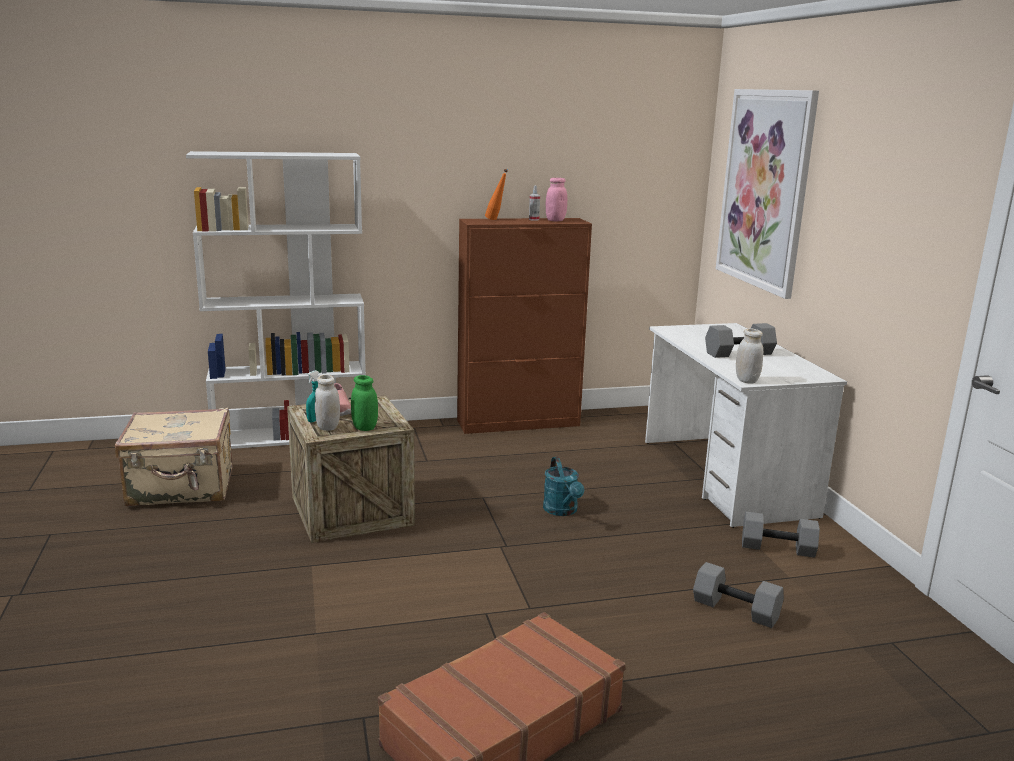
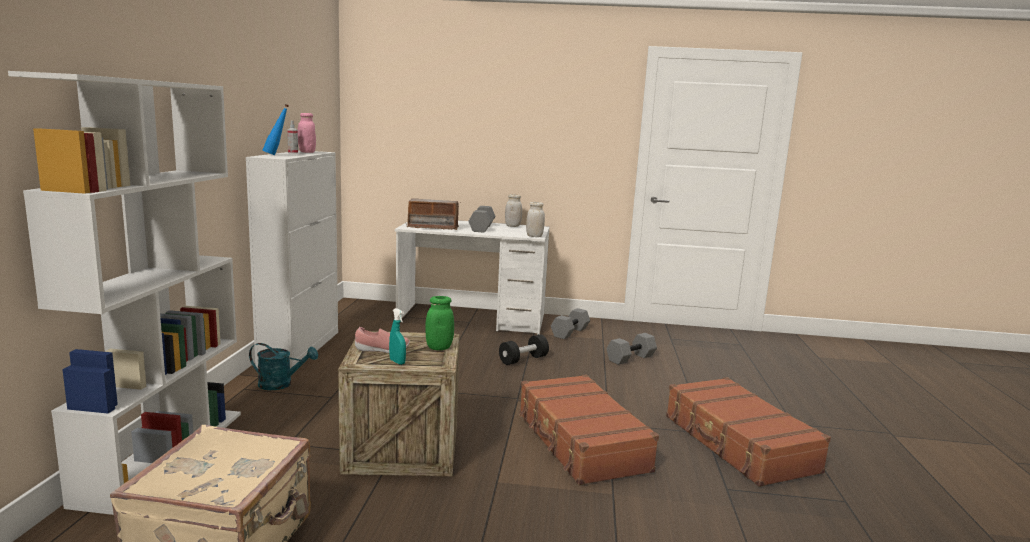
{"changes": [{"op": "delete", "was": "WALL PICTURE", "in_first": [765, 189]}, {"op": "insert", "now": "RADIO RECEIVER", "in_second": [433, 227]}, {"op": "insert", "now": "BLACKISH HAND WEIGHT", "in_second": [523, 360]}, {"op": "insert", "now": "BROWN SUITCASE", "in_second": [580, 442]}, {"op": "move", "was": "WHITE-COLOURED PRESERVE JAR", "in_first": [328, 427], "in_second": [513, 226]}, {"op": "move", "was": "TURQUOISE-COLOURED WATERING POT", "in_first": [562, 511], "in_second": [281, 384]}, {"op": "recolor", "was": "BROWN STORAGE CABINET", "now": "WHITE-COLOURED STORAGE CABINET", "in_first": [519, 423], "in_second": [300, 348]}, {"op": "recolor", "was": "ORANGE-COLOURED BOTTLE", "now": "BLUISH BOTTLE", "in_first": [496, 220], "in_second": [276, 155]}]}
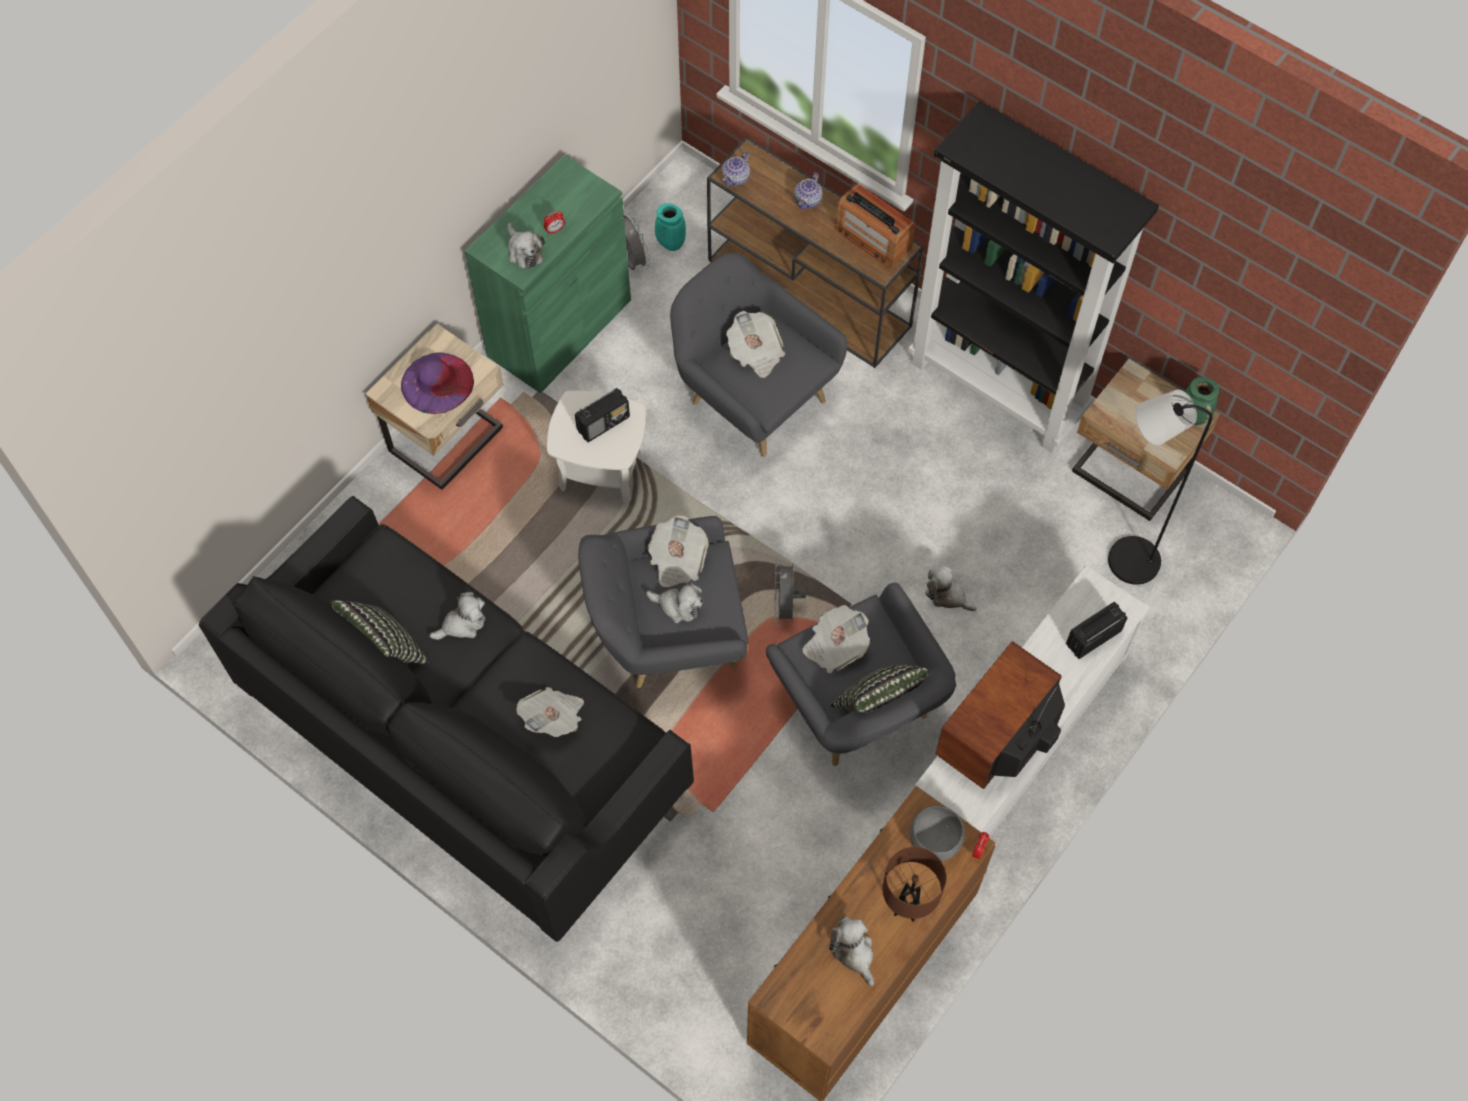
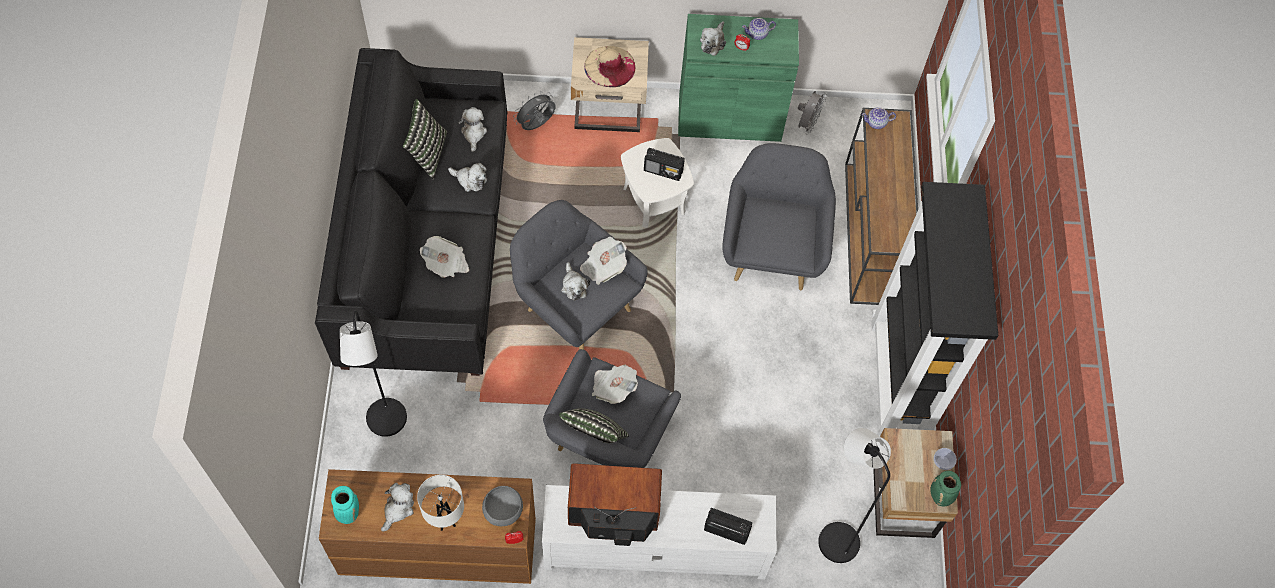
{"changes": [{"op": "delete", "was": "NEWSPAPER", "in_first": [755, 353]}, {"op": "delete", "was": "RADIO RECEIVER", "in_first": [872, 237]}, {"op": "insert", "now": "BLACKISH FLOOR LAMP", "in_second": [386, 425]}, {"op": "insert", "now": "SERVING BOWL", "in_second": [942, 462]}, {"op": "move", "was": "TURQUOISE-COLOURED FLOWER VASE", "in_first": [670, 243], "in_second": [348, 512]}, {"op": "move", "was": "GREY FAN", "in_first": [785, 607], "in_second": [536, 125]}, {"op": "move", "was": "POT FOR TEA", "in_first": [808, 200], "in_second": [757, 34]}, {"op": "move", "was": "PLUSH TOY", "in_first": [947, 595], "in_second": [473, 133]}, {"op": "recolor", "was": "PURPLISH CLOTHING HAT", "now": "SAND-COLOURED CLOTHING HAT", "in_first": [437, 383], "in_second": [609, 66]}, {"op": "recolor", "was": "BROWN TABLETOP LAMP", "now": "WHITE-COLOURED TABLETOP LAMP", "in_first": [906, 909], "in_second": [446, 522]}]}
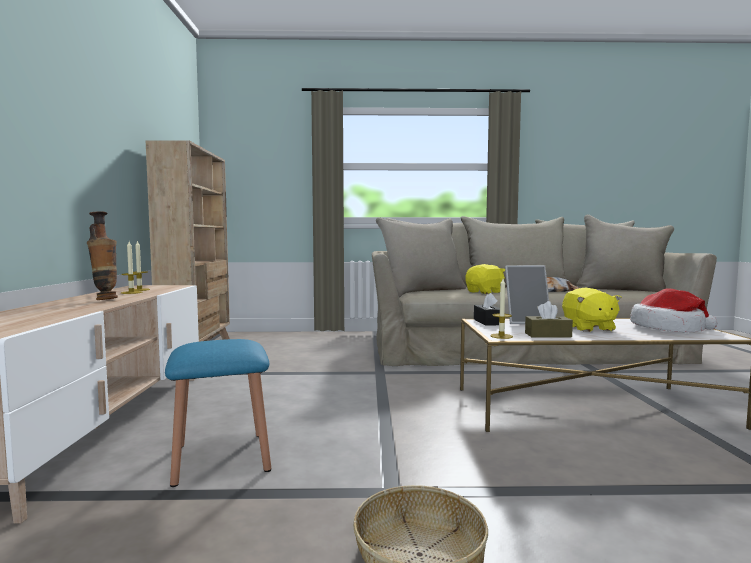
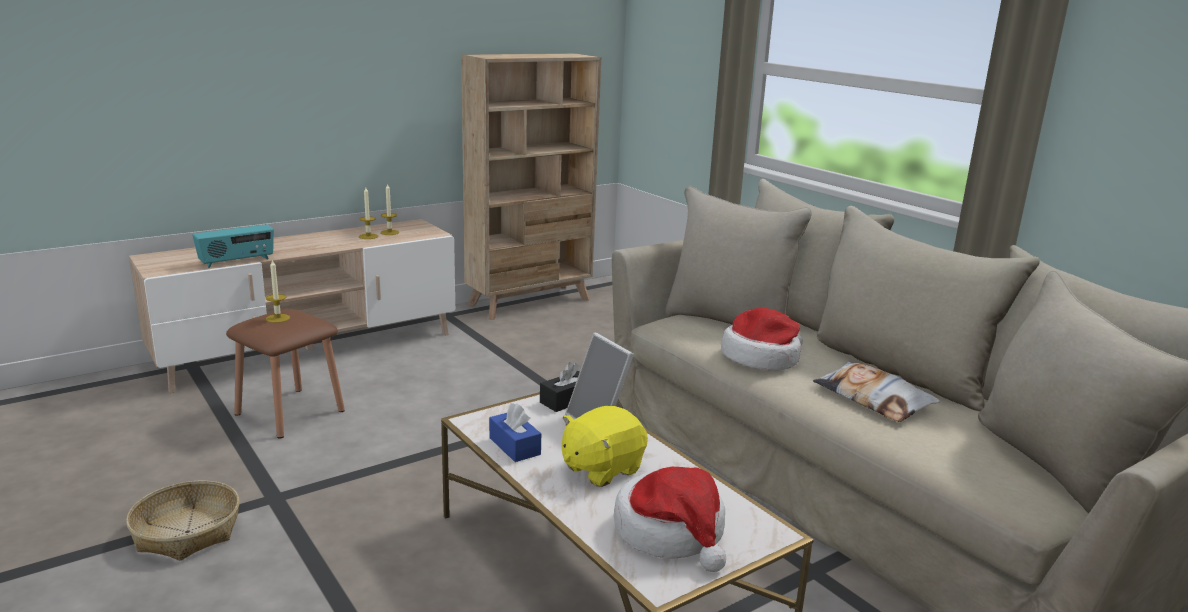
{"changes": [{"op": "delete", "was": "FLOWER VASE", "in_first": [105, 299]}, {"op": "insert", "now": "RADIO RECEIVER", "in_second": [237, 261]}, {"op": "move", "was": "WAX LIGHT", "in_first": [501, 336], "in_second": [278, 318]}, {"op": "replace", "was": "YELLOWISH PLUSH TOY", "now": "CLOTHING HAT", "in_first": [485, 292], "in_second": [761, 357]}, {"op": "recolor", "was": "BLUISH STOOL SEAT", "now": "BROWN STOOL SEAT", "in_first": [221, 457], "in_second": [290, 412]}, {"op": "recolor", "was": "BROWN TISSUE HOLDER", "now": "BLUISH TISSUE HOLDER", "in_first": [548, 335], "in_second": [514, 446]}]}
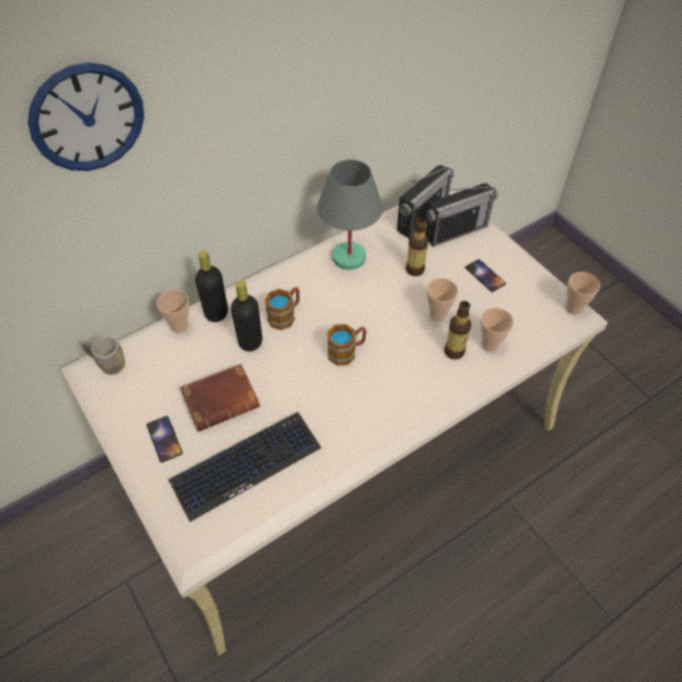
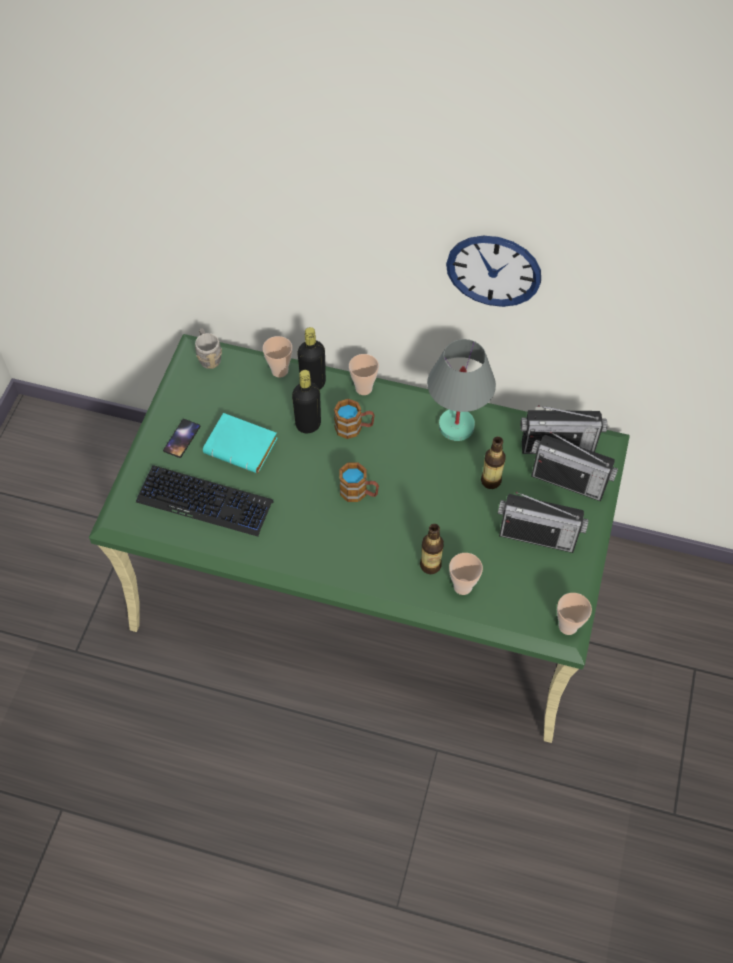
{"changes": [{"op": "move", "was": "CLOCK ON THE WALL", "in_first": [87, 118], "in_second": [493, 270]}, {"op": "move", "was": "SMALL CUP", "in_first": [438, 315], "in_second": [363, 388]}, {"op": "replace", "was": "TELEPHONE", "now": "RADIO RECEIVER", "in_first": [485, 275], "in_second": [537, 536]}, {"op": "recolor", "was": "SAND-COLOURED DESK UNIT", "now": "GREEN-COLOURED DESK UNIT", "in_first": [342, 447], "in_second": [368, 584]}, {"op": "recolor", "was": "BROWN BOOK", "now": "TURQUOISE-COLOURED BOOK", "in_first": [222, 399], "in_second": [243, 446]}]}
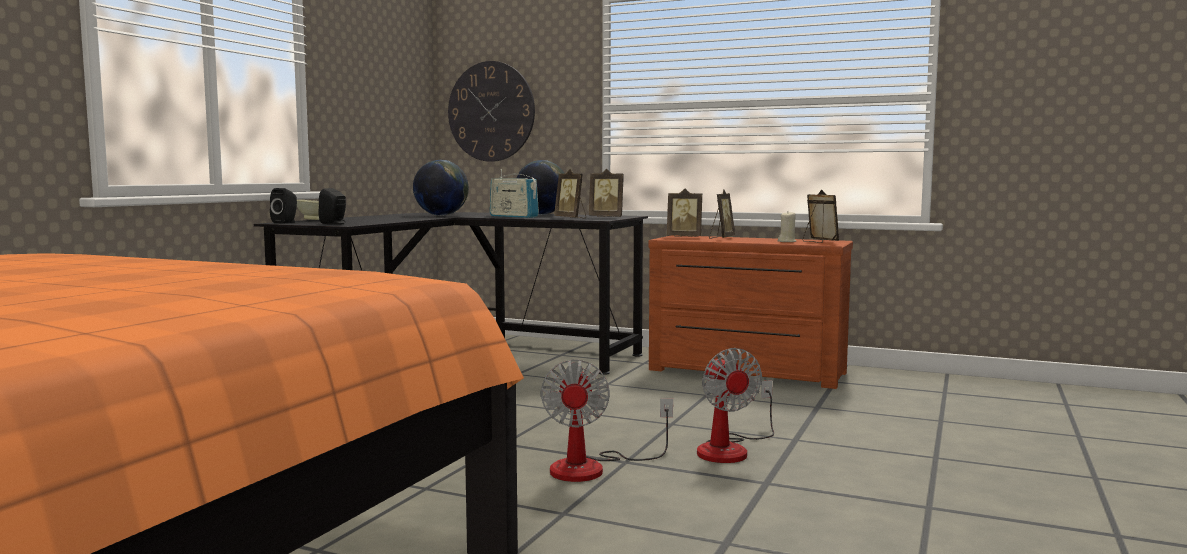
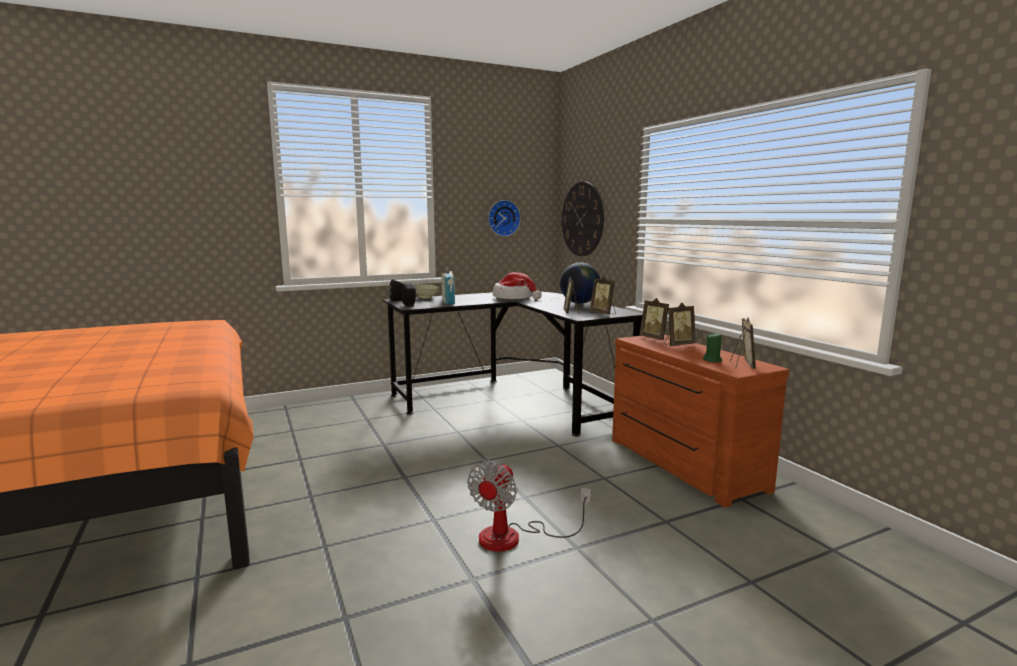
{"changes": [{"op": "delete", "was": "FAN", "in_first": [593, 467]}, {"op": "insert", "now": "CLOCK ON THE WALL", "in_second": [503, 218]}, {"op": "move", "was": "RADIO RECEIVER", "in_first": [513, 216], "in_second": [448, 301]}, {"op": "replace", "was": "GLOBE", "now": "CLOTHING HAT", "in_first": [441, 215], "in_second": [514, 298]}, {"op": "recolor", "was": "SAND-COLOURED WAX LIGHT", "now": "GREEN-COLOURED WAX LIGHT", "in_first": [787, 241], "in_second": [712, 360]}]}
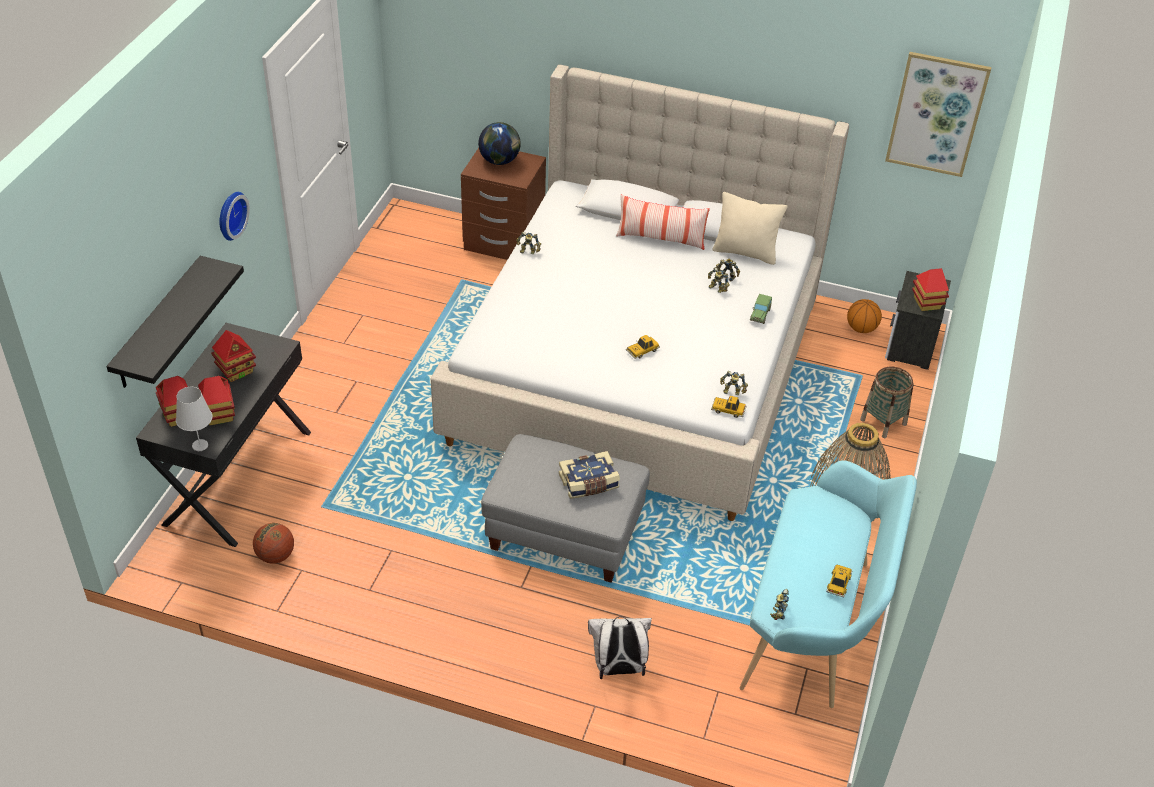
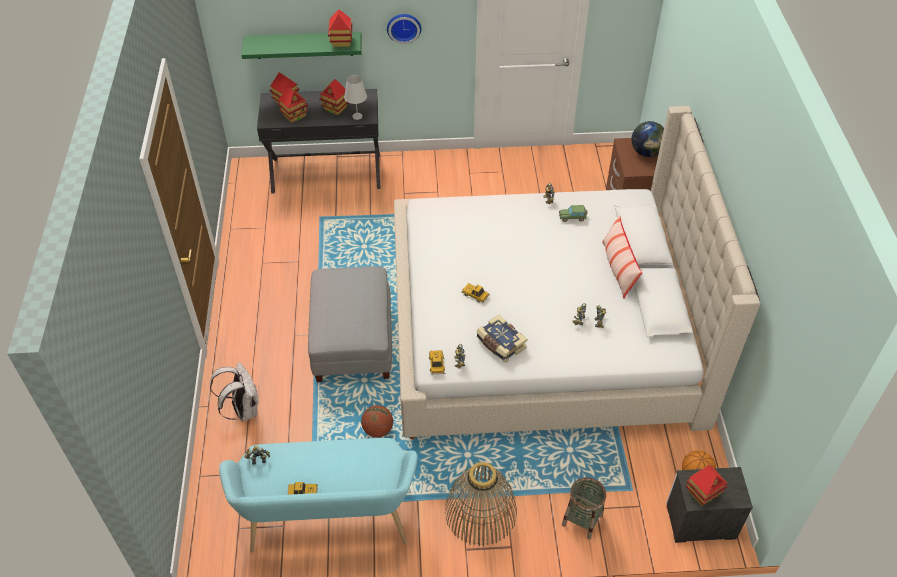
{"changes": [{"op": "delete", "was": "SAND-COLOURED PILLOW", "in_first": [745, 252]}, {"op": "delete", "was": "WALL PICTURE", "in_first": [936, 114]}, {"op": "insert", "now": "MINIATURE HOUSE", "in_second": [341, 42]}, {"op": "move", "was": "WHITE-COLOURED TABLETOP LAMP", "in_first": [199, 445], "in_second": [357, 116]}, {"op": "move", "was": "BASKETBALL BALL", "in_first": [275, 556], "in_second": [378, 430]}, {"op": "move", "was": "BOOK", "in_first": [589, 483], "in_second": [500, 344]}, {"op": "move", "was": "MINIATURE CAR", "in_first": [760, 314], "in_second": [572, 217]}, {"op": "recolor", "was": "BLACKISH SHELF", "now": "GREEN-COLOURED SHELF", "in_first": [158, 324], "in_second": [304, 45]}]}
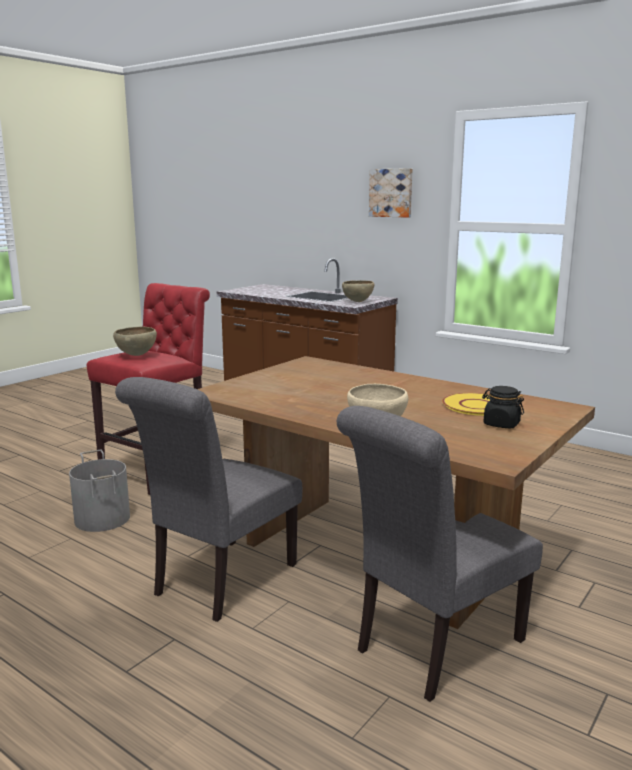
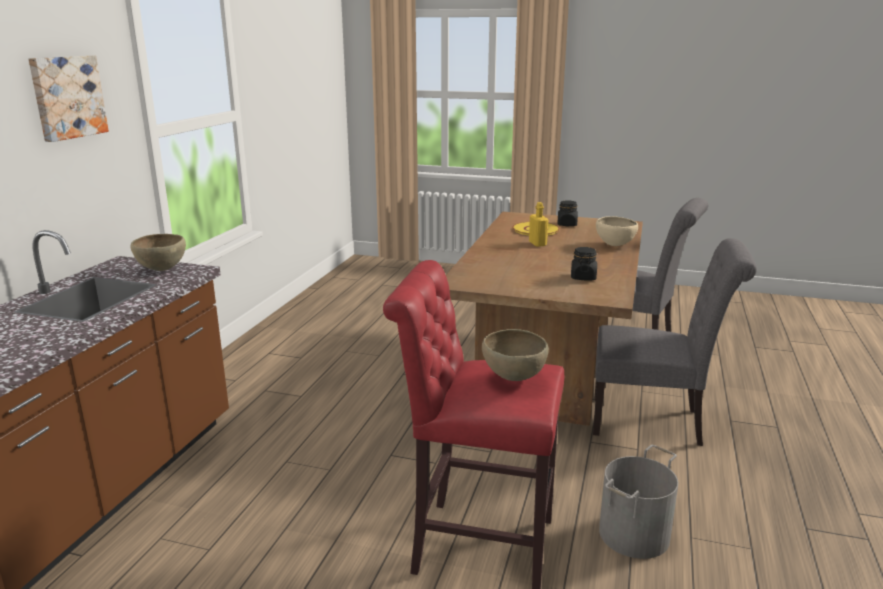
{"changes": [{"op": "insert", "now": "YELLOWISH BOTTLE", "in_second": [537, 244]}, {"op": "insert", "now": "BLACKISH PRESERVE JAR", "in_second": [583, 277]}]}
